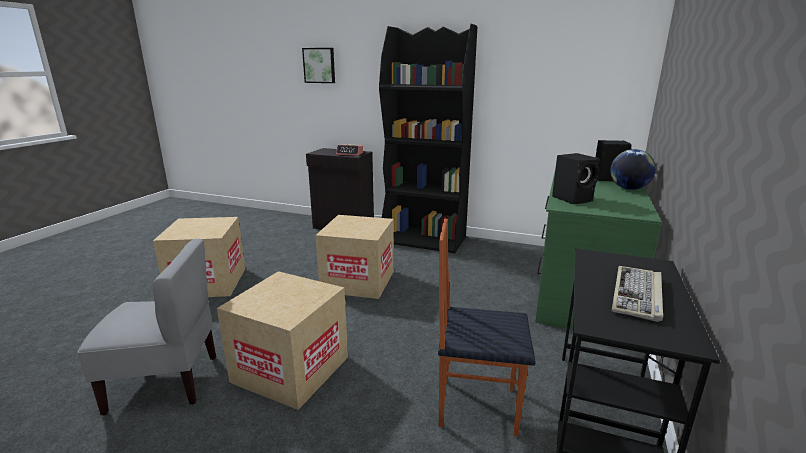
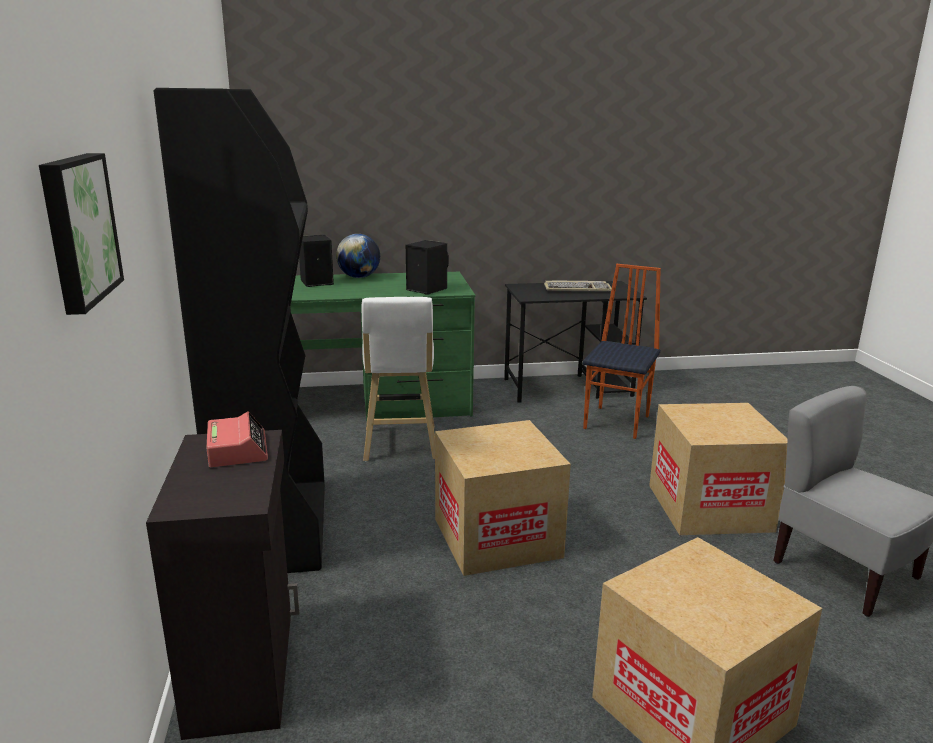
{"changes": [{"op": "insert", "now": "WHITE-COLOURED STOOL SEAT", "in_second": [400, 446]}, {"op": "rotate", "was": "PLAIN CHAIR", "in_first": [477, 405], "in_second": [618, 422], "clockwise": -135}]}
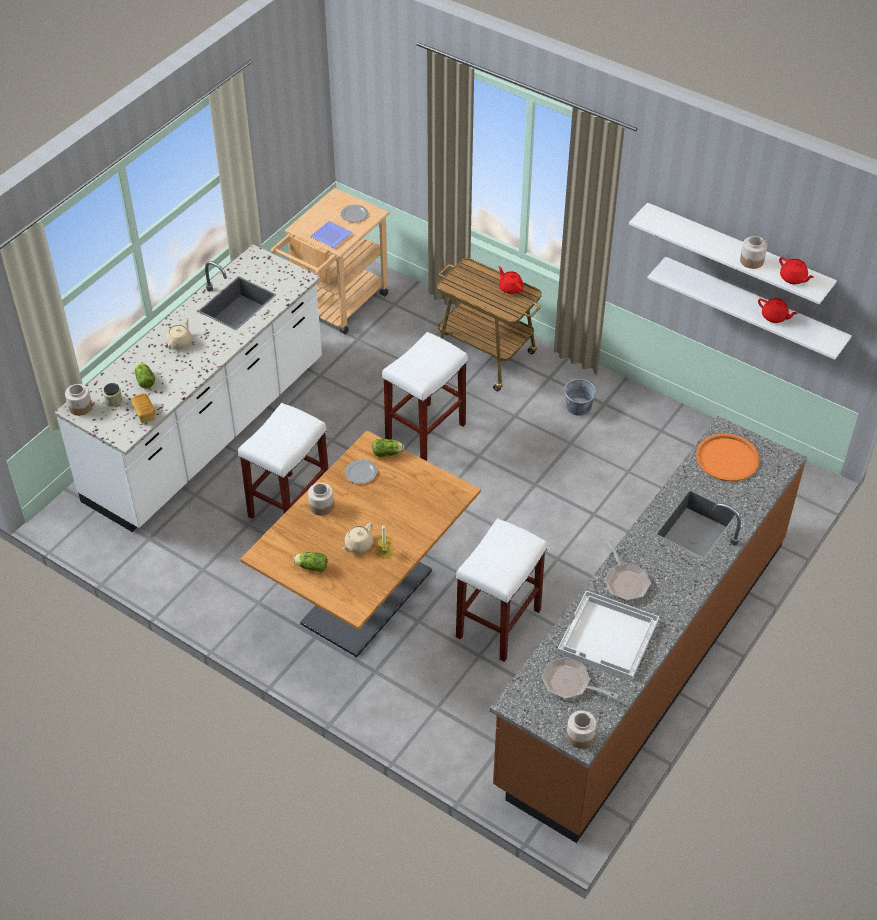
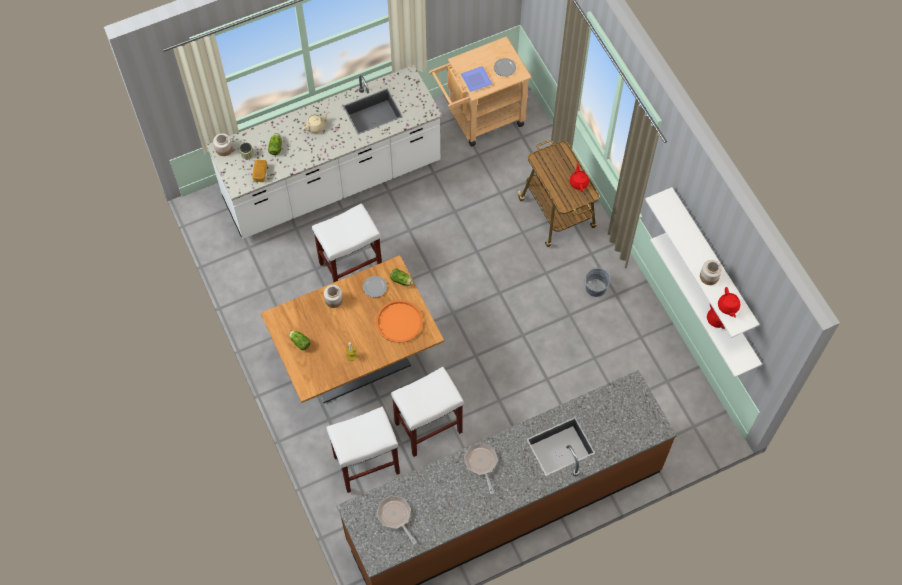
{"changes": [{"op": "delete", "was": "SAND-COLOURED POT FOR TEA", "in_first": [358, 545]}, {"op": "delete", "was": "WHITE-COLOURED CARRYING TRAY", "in_first": [608, 637]}, {"op": "delete", "was": "PRESERVE JAR", "in_first": [580, 736]}, {"op": "move", "was": "WHITE-COLOURED STOOL SEAT", "in_first": [425, 433], "in_second": [366, 465]}, {"op": "move", "was": "ORANGE-COLOURED CARRYING TRAY", "in_first": [727, 458], "in_second": [399, 321]}, {"op": "rotate", "was": "PAN", "in_first": [625, 581], "in_second": [481, 463], "clockwise": 150}]}
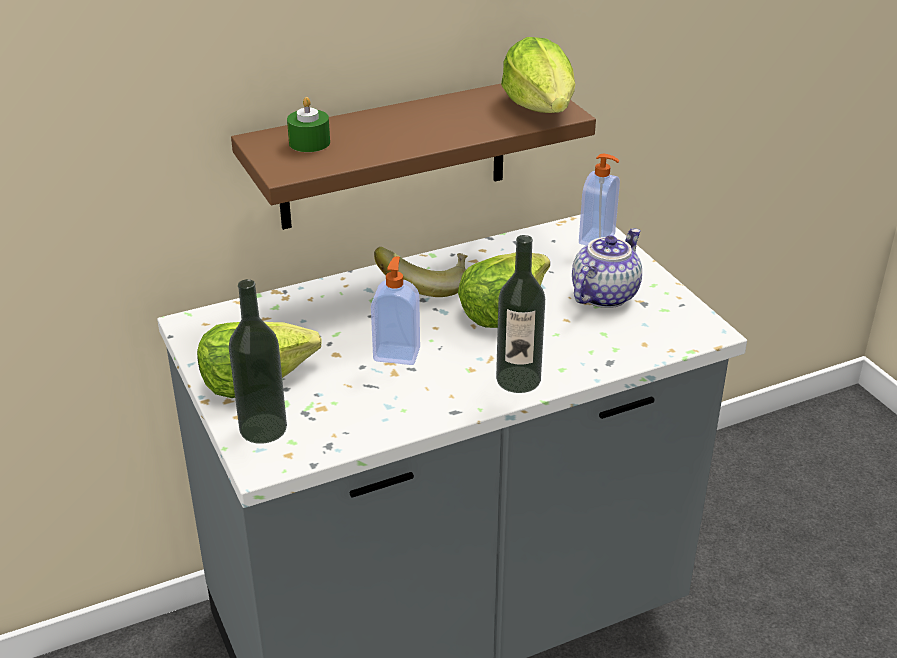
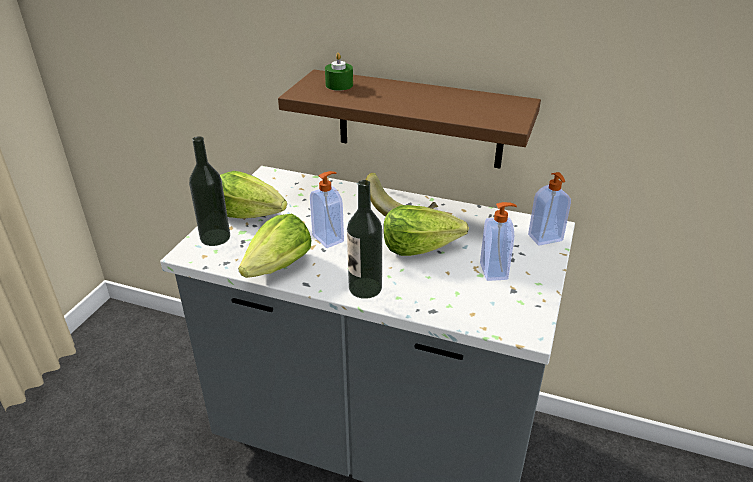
{"changes": [{"op": "move", "was": "LETTUCE HEAD", "in_first": [541, 108], "in_second": [279, 267]}, {"op": "replace", "was": "POT FOR TEA", "now": "SOAP DISPENSER", "in_first": [603, 294], "in_second": [494, 271]}]}
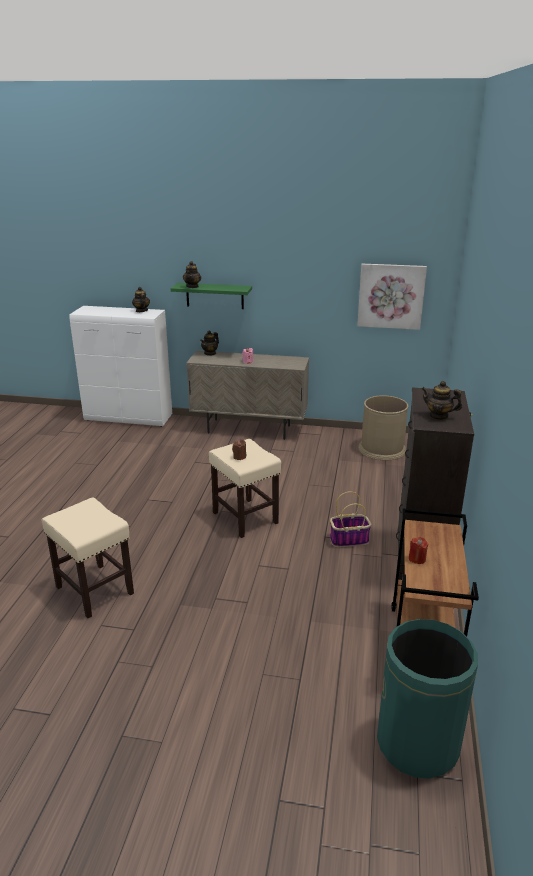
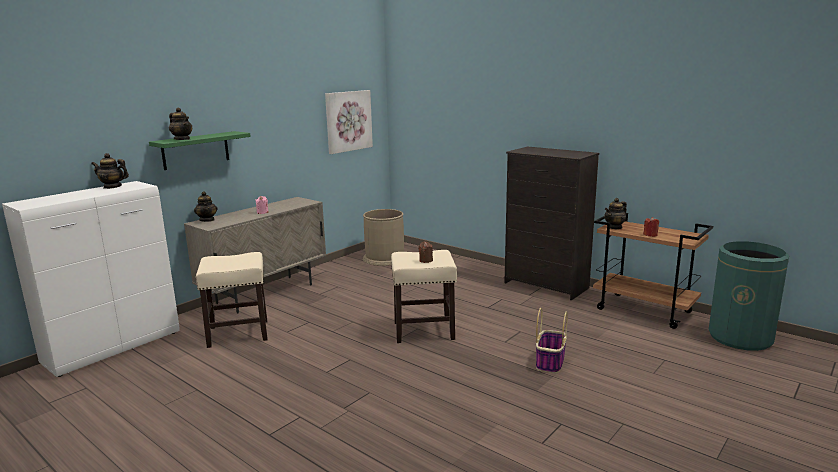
{"changes": [{"op": "move", "was": "SAND-COLOURED STOOL SEAT", "in_first": [95, 590], "in_second": [239, 333]}, {"op": "move", "was": "HOUSEHOLD BASKET", "in_first": [349, 540], "in_second": [550, 362]}, {"op": "move", "was": "POT FOR TEA", "in_first": [438, 416], "in_second": [614, 227]}]}
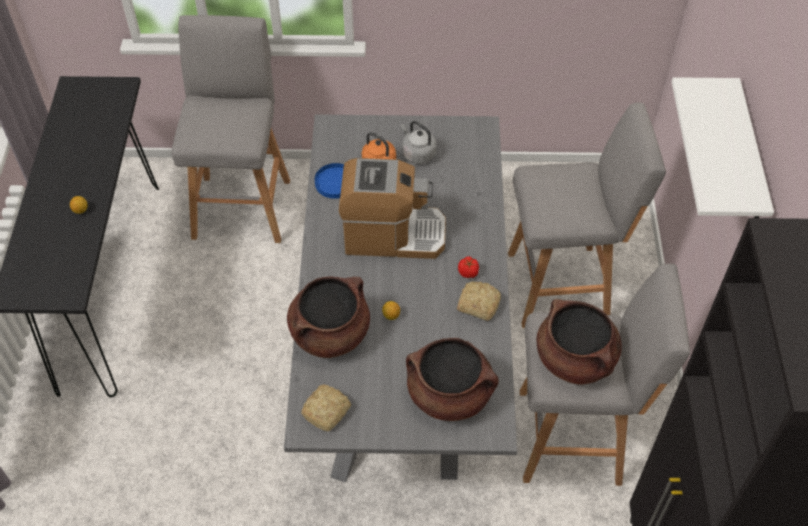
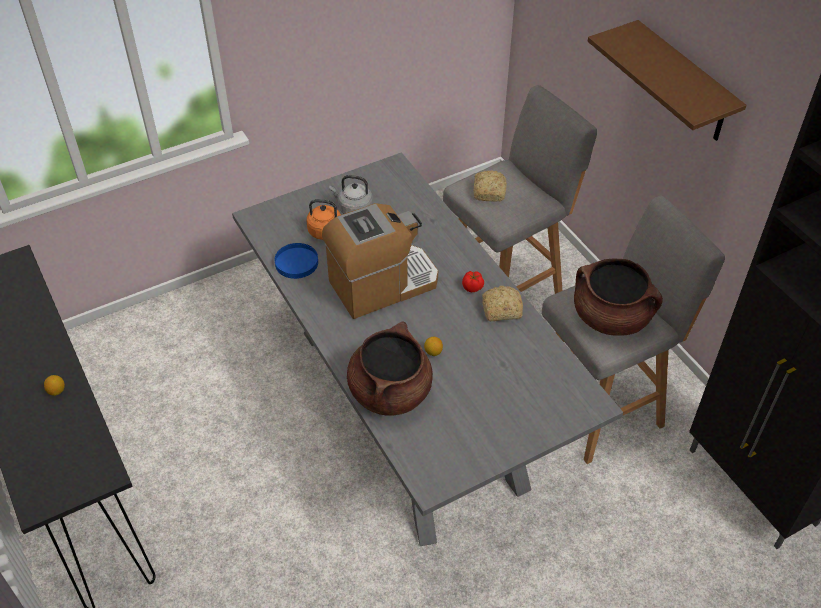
{"changes": [{"op": "delete", "was": "GREY STOOL SEAT", "in_first": [242, 205]}, {"op": "delete", "was": "BROWN SAUCEPOT", "in_first": [450, 394]}, {"op": "move", "was": "BAKERY BREAD", "in_first": [327, 411], "in_second": [490, 191]}, {"op": "recolor", "was": "WHITE-COLOURED SHELF", "now": "BROWN SHELF", "in_first": [748, 162], "in_second": [684, 84]}]}
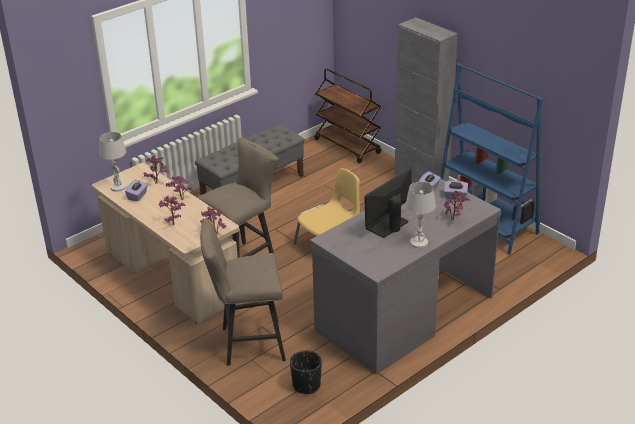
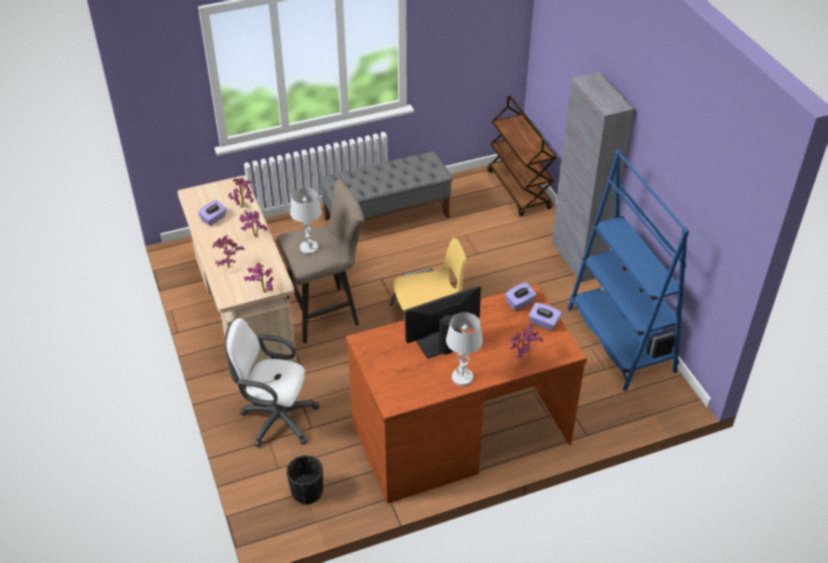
{"changes": [{"op": "move", "was": "WHITE-COLOURED TABLETOP LAMP", "in_first": [118, 187], "in_second": [309, 248]}, {"op": "replace", "was": "SAND-COLOURED STOOL SEAT", "now": "WHITE-COLOURED OFFICE CHAIR", "in_first": [247, 343], "in_second": [275, 419]}, {"op": "recolor", "was": "GREY DESK UNIT", "now": "BROWN DESK UNIT", "in_first": [403, 313], "in_second": [459, 433]}]}
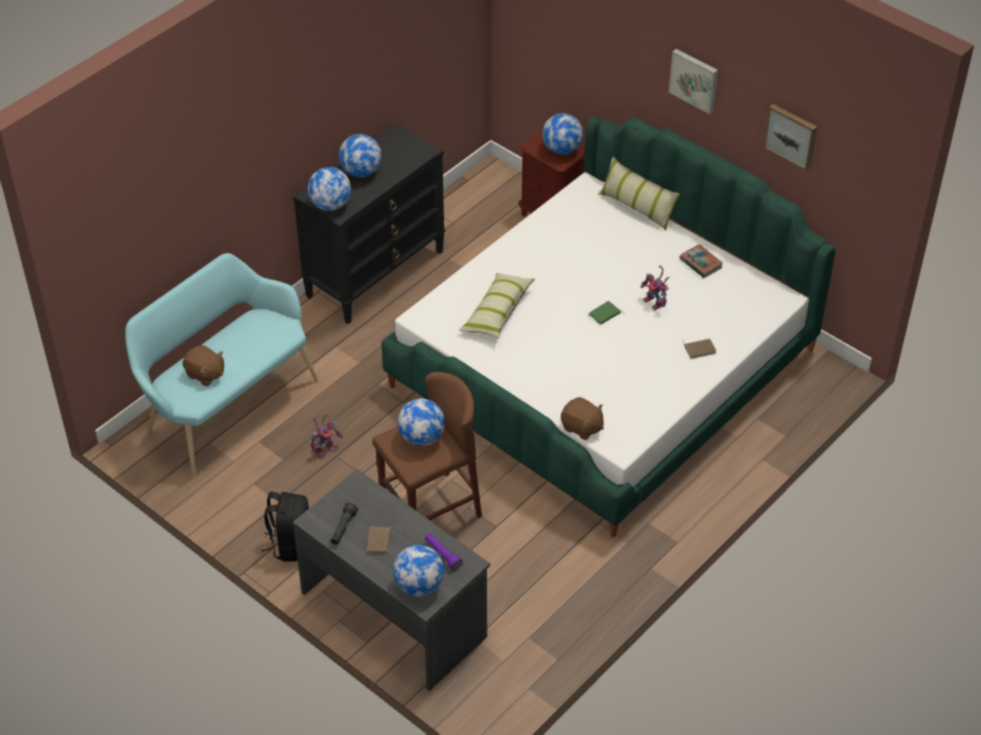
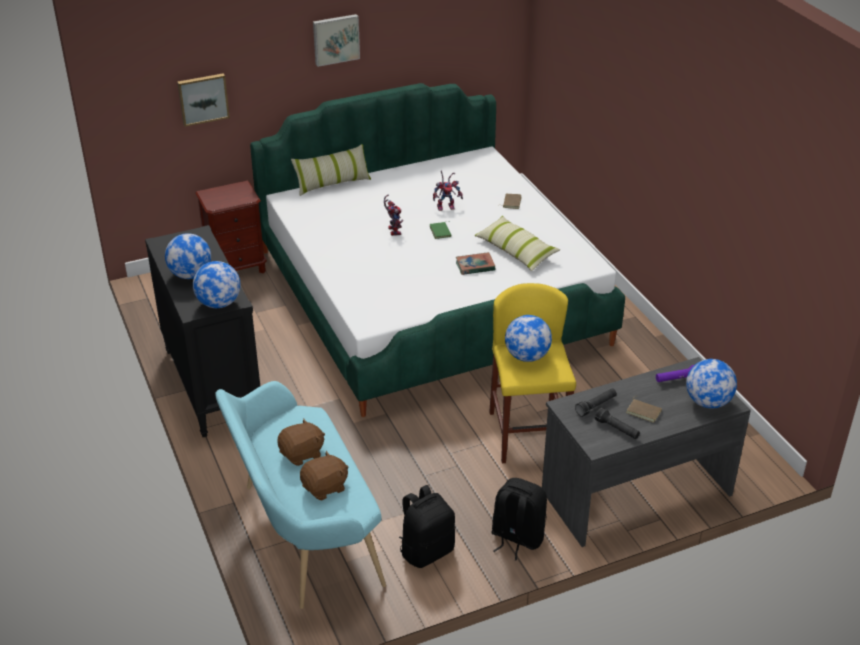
{"changes": [{"op": "delete", "was": "GLOBE", "in_first": [562, 149]}, {"op": "insert", "now": "BLACKISH RUCKSACK", "in_second": [426, 551]}, {"op": "insert", "now": "BLACKISH HAND TORCH", "in_second": [596, 406]}, {"op": "move", "was": "MODEL ROBOT", "in_first": [325, 448], "in_second": [392, 230]}, {"op": "move", "was": "PILLOW", "in_first": [497, 312], "in_second": [516, 251]}, {"op": "move", "was": "BROWN PLUSH TOY", "in_first": [581, 427], "in_second": [302, 454]}, {"op": "move", "was": "BOOK", "in_first": [700, 263], "in_second": [475, 266]}, {"op": "move", "was": "WALL PICTURE", "in_first": [791, 135], "in_second": [203, 98]}, {"op": "recolor", "was": "BROWN STOOL SEAT", "now": "YELLOWISH STOOL SEAT", "in_first": [430, 510], "in_second": [527, 435]}]}
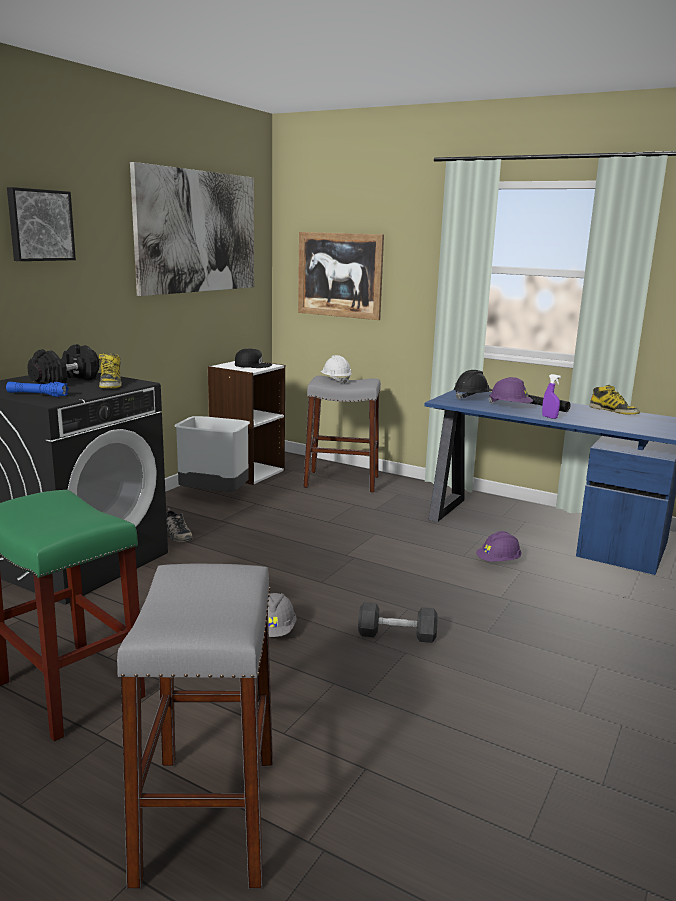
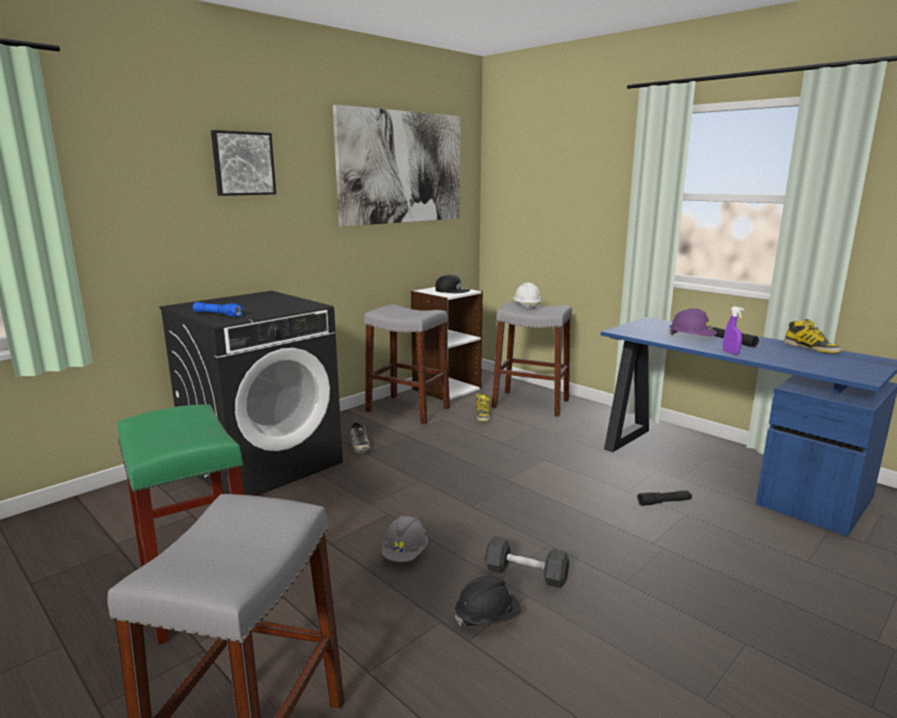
{"changes": [{"op": "delete", "was": "BLACKISH HAND WEIGHT", "in_first": [65, 381]}, {"op": "delete", "was": "WALL PICTURE", "in_first": [339, 275]}, {"op": "move", "was": "BOOT", "in_first": [110, 384], "in_second": [483, 415]}, {"op": "move", "was": "BLACKISH SAFETY HELMET", "in_first": [472, 398], "in_second": [487, 618]}, {"op": "replace", "was": "GREY WASTE BIN", "now": "GREY STOOL SEAT", "in_first": [215, 495], "in_second": [408, 410]}, {"op": "replace", "was": "PURPLISH SAFETY HELMET", "now": "BLACKISH HAND TORCH", "in_first": [498, 562], "in_second": [664, 502]}]}
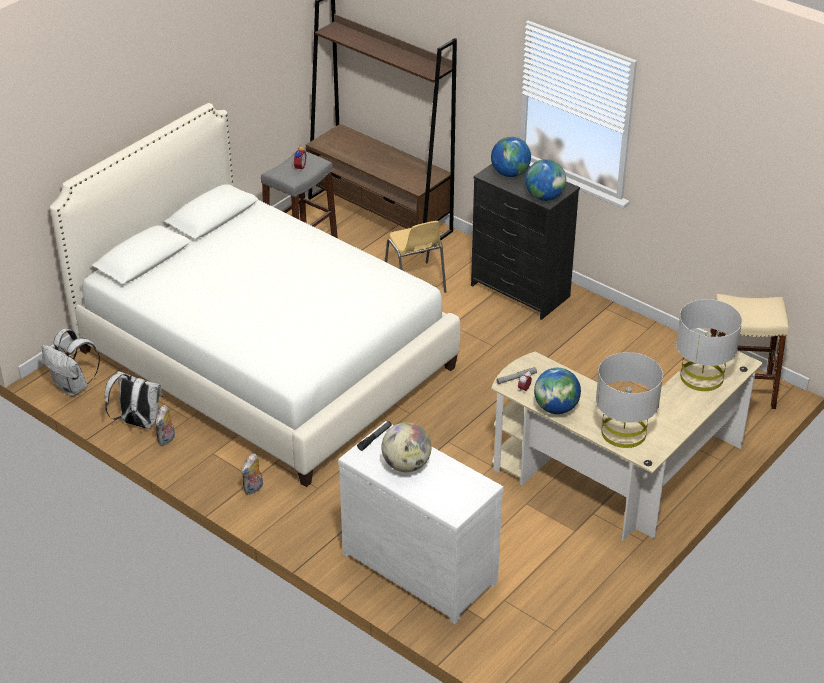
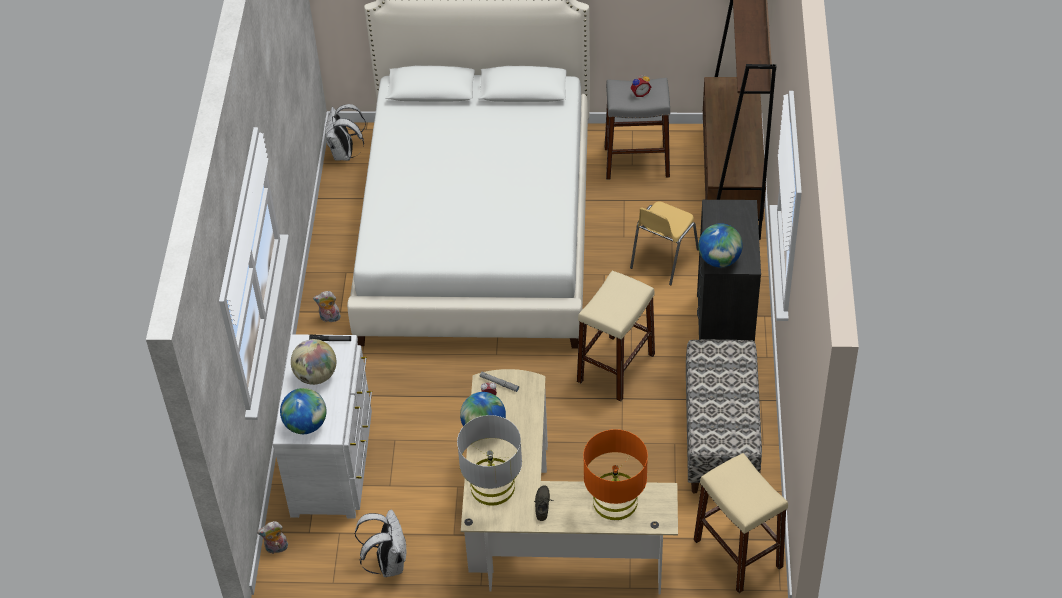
{"changes": [{"op": "insert", "now": "GREY LOW SHOE", "in_second": [544, 505]}, {"op": "insert", "now": "SAND-COLOURED STOOL SEAT", "in_second": [615, 368]}, {"op": "insert", "now": "INDOOR BENCH", "in_second": [721, 437]}, {"op": "move", "was": "WHITE-COLOURED RUCKSACK", "in_first": [138, 423], "in_second": [388, 563]}, {"op": "move", "was": "PLUSH TOY", "in_first": [167, 440], "in_second": [276, 549]}, {"op": "move", "was": "GLOBE", "in_first": [510, 173], "in_second": [306, 425]}, {"op": "recolor", "was": "GREY TABLETOP LAMP", "now": "ORANGE-COLOURED TABLETOP LAMP", "in_first": [702, 377], "in_second": [615, 501]}]}
